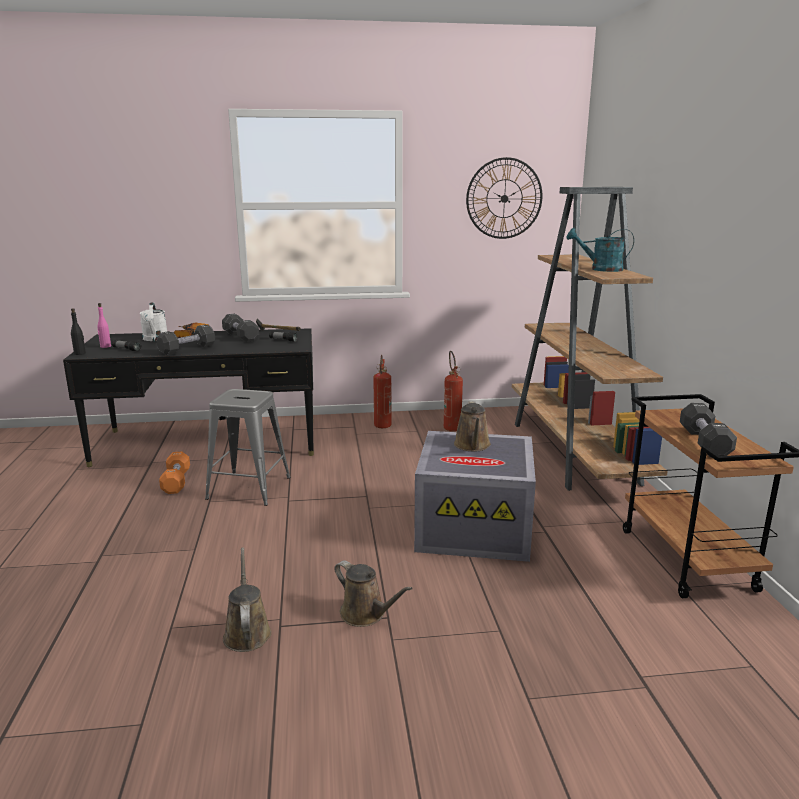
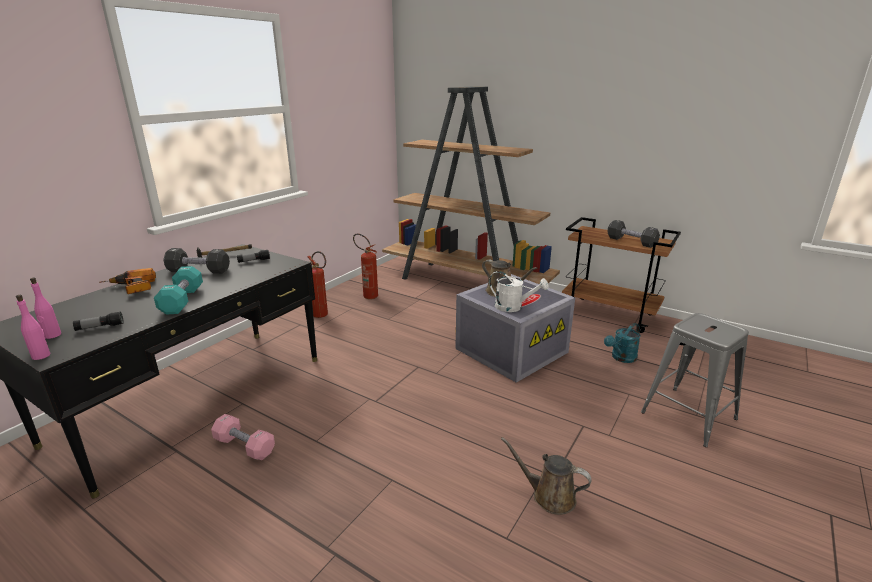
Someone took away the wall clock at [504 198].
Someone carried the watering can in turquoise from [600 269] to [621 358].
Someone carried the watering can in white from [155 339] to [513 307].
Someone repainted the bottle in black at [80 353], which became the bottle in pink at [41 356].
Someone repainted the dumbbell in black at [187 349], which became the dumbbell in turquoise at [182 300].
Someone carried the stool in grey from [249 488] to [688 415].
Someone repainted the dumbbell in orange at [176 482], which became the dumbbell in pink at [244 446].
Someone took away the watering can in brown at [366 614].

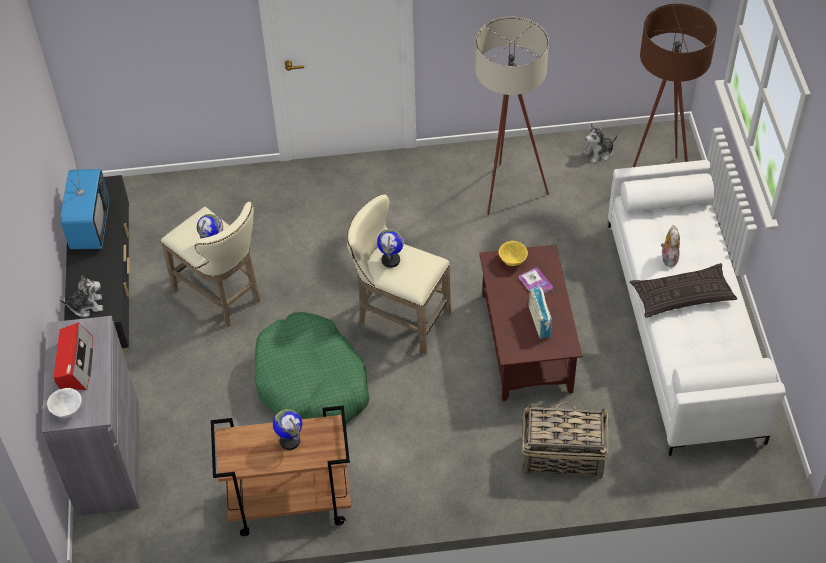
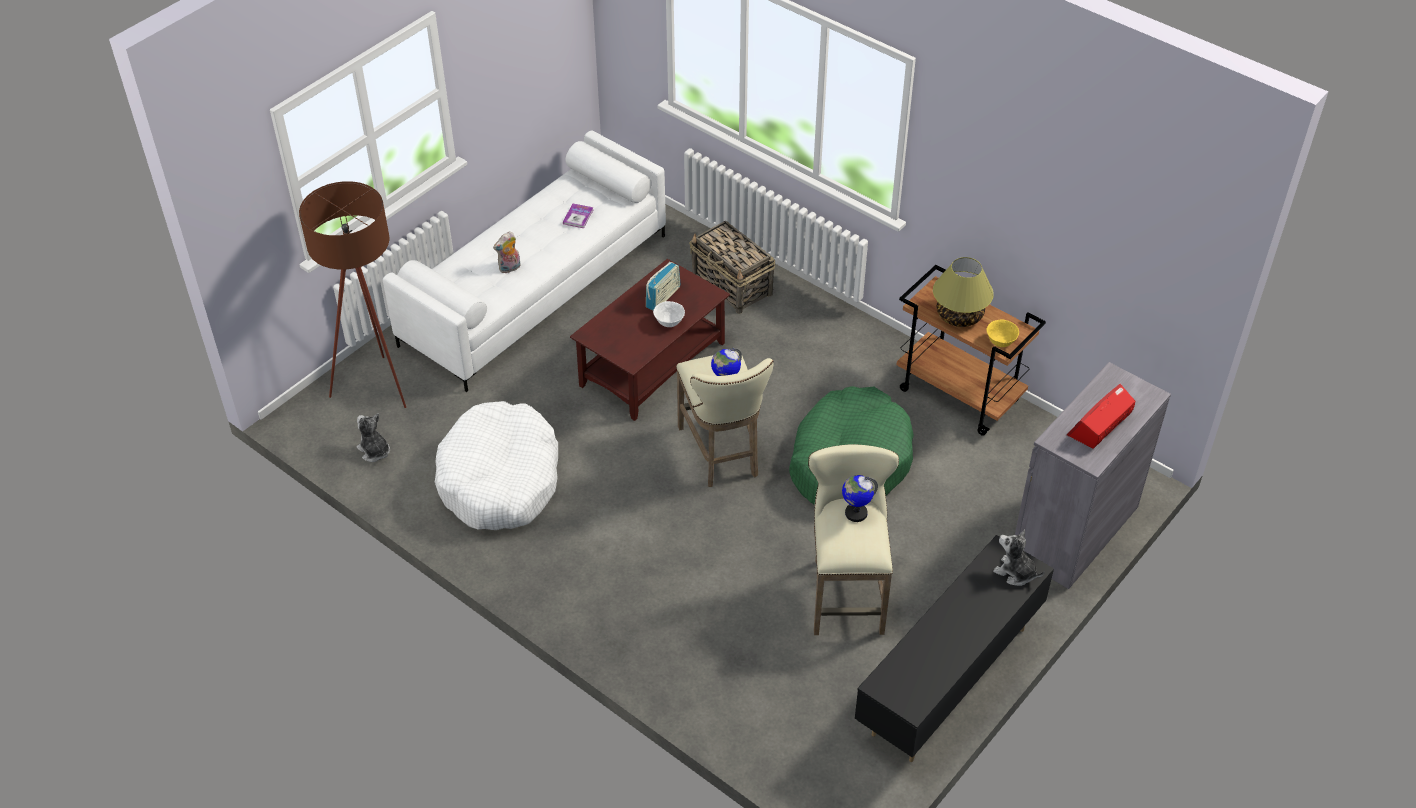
Someone swapped the floor lamp in beige at [506 196] for the dog bed in white at [500 480].
Someone rotated the plush toy at [599 153] by 150 degrees counterclockwise.
Someone took away the television at [90 226].
Someone carried the bowl in yellow from [512 261] to [1001 342].
Someone took away the pillow at [682 295].
Someone carried the book from [535 283] to [578 216].
Someone carried the bowl in white from [68 411] to [669 322].
Someone swapped the globe at [290 441] for the table lamp at [960 315].

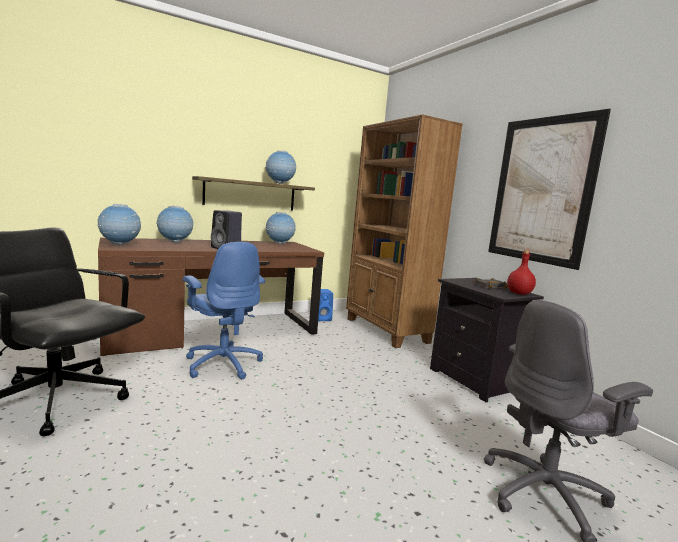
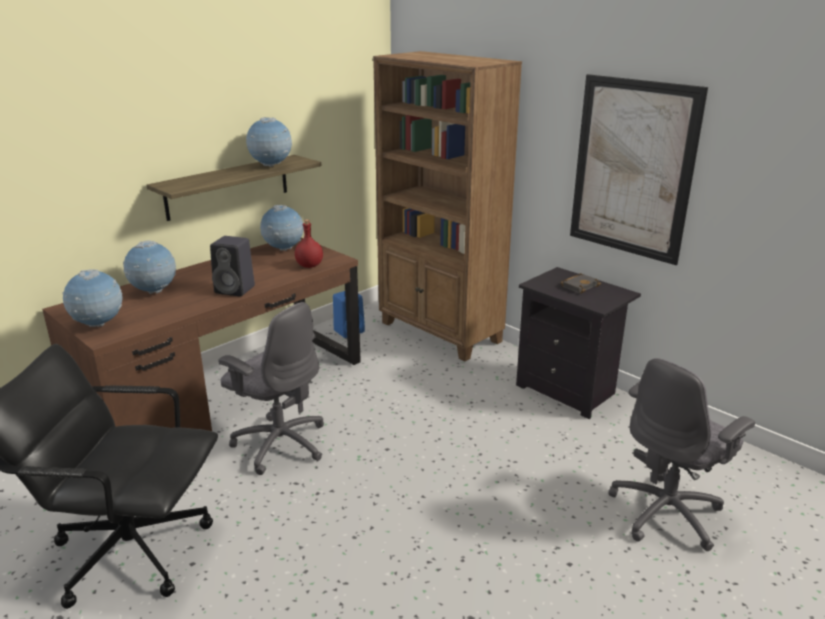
Someone repainted the office chair in blue at [223 364], which became the office chair in grey at [280 443].
Someone carried the bottle in red from [519 293] to [309 266].

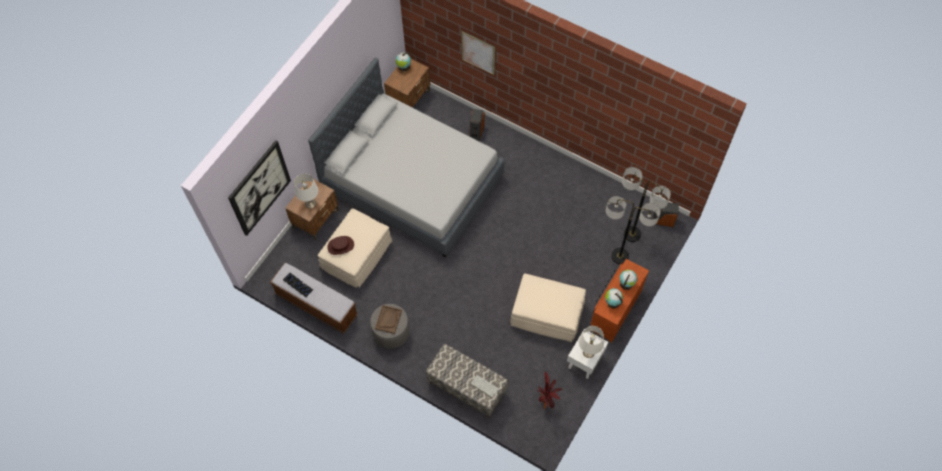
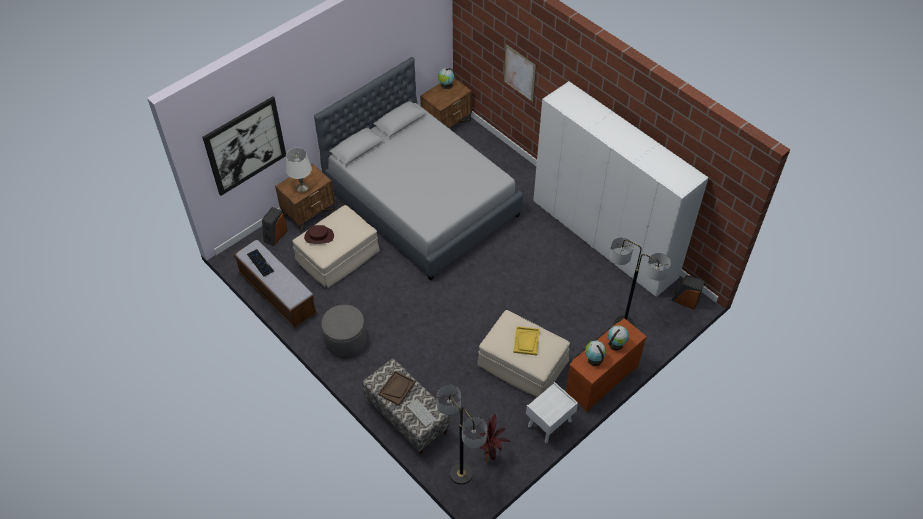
Someone carried the speaker from [476 132] to [275 235].
Someone carried the floor lamp from [632 234] to [461 474].
Someone carried the tray in brown from [388 319] to [397 388].
Someone took away the table lamp in white at [588 352].
Someone put down the wardrobe in white at [604 239].
Someone put down the tray in yellow at [526 341].

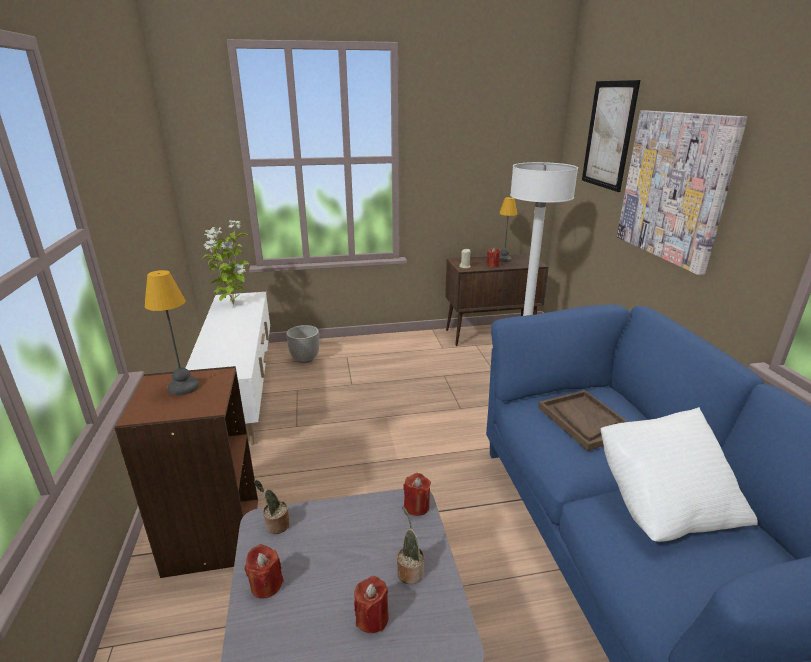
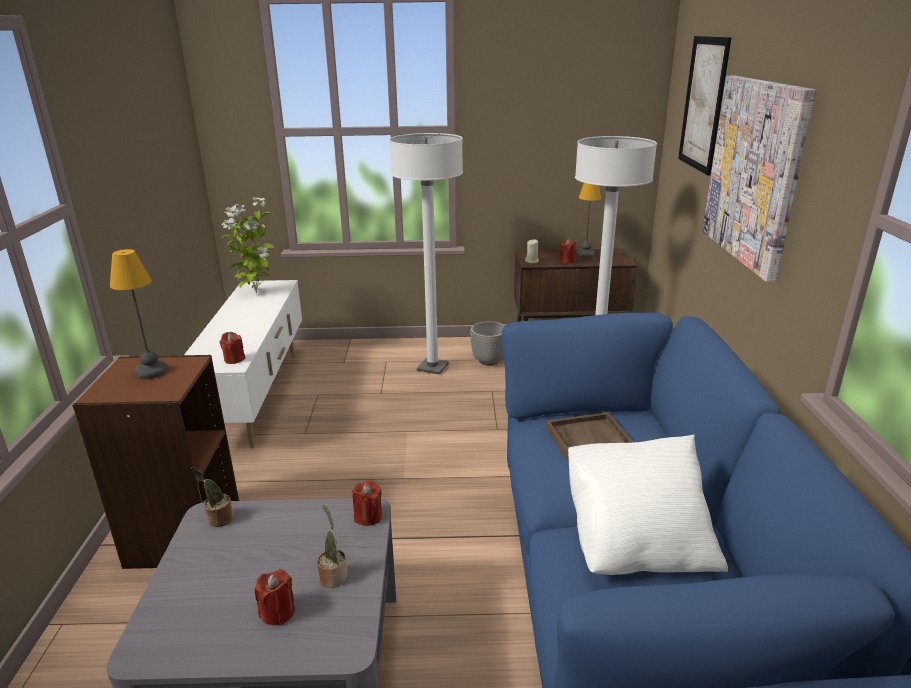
Someone carried the planter from [305 359] to [489 361].
Someone carried the candle in red from [266 584] to [234 359].
Someone put down the floor lamp in white at [432 367].

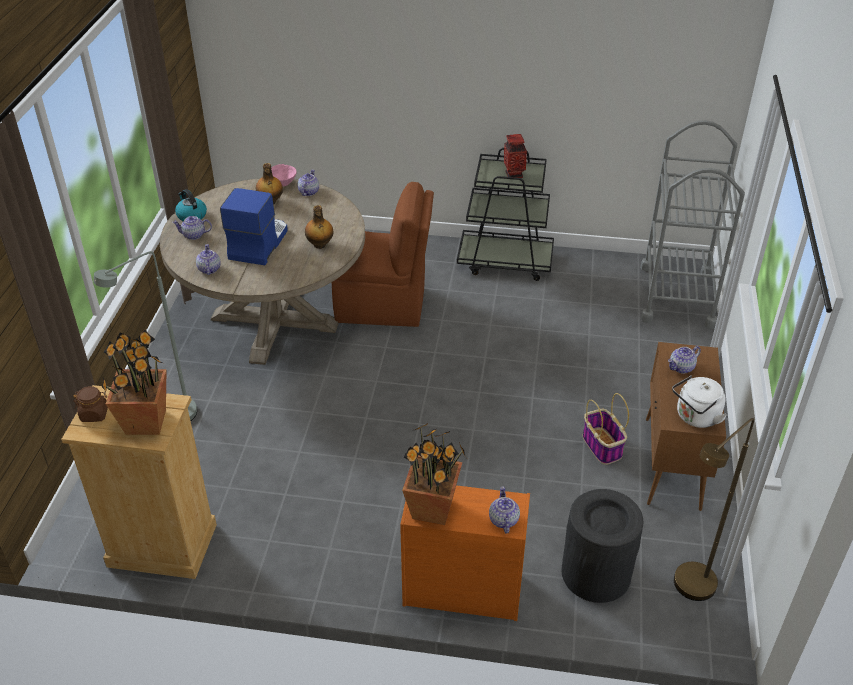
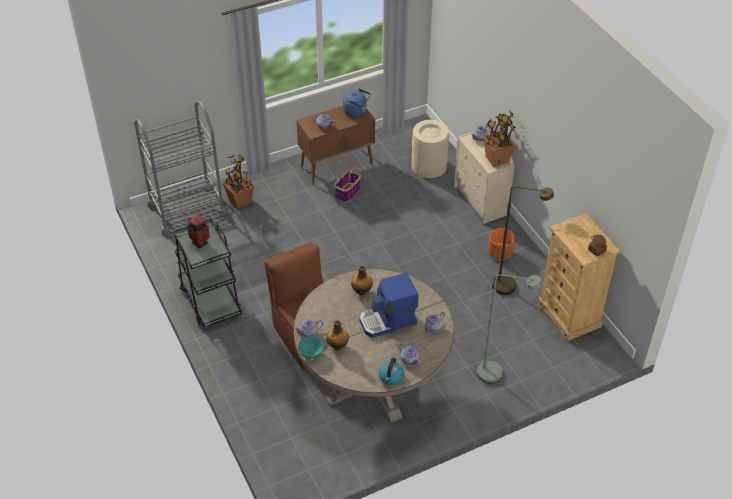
Someone repainted the bowl in pink at [282 184], which became the bowl in turquoise at [311 353].
Someone carried the potted plant from [145 421] to [239 201].
Someone repainted the kettle in white at [695 417], which became the kettle in blue at [356 111].
Someone carried the floor lamp in brown from [689 591] to [511 286].
Someone repainted the dresser in orange at [461 590], which became the dresser in beige at [481 201].
Someone repainted the trash can in black at [595 573], which became the trash can in beige at [429 166].
Someone put down the planter in orange at [500 253].

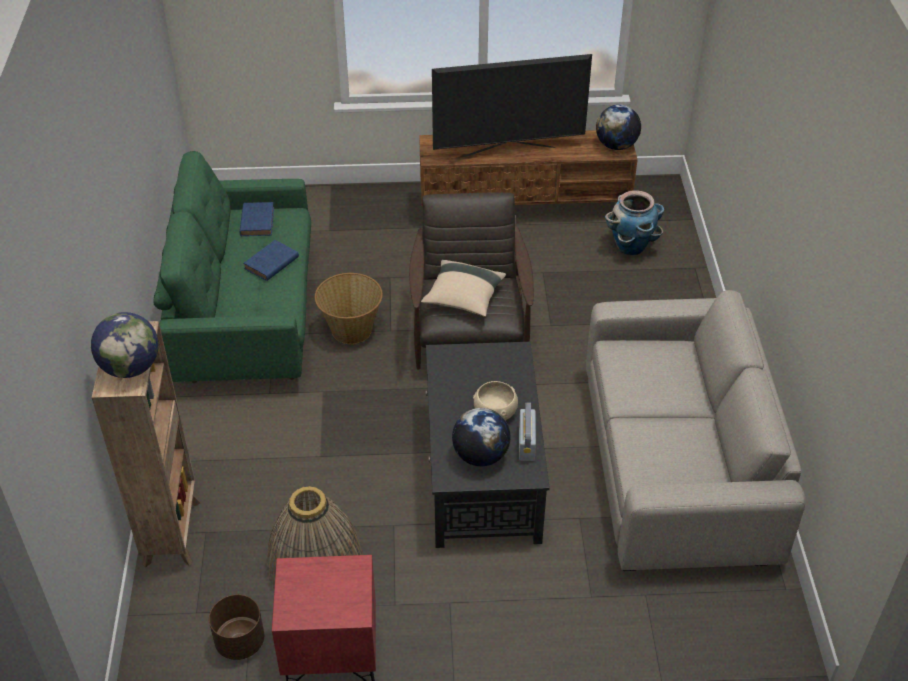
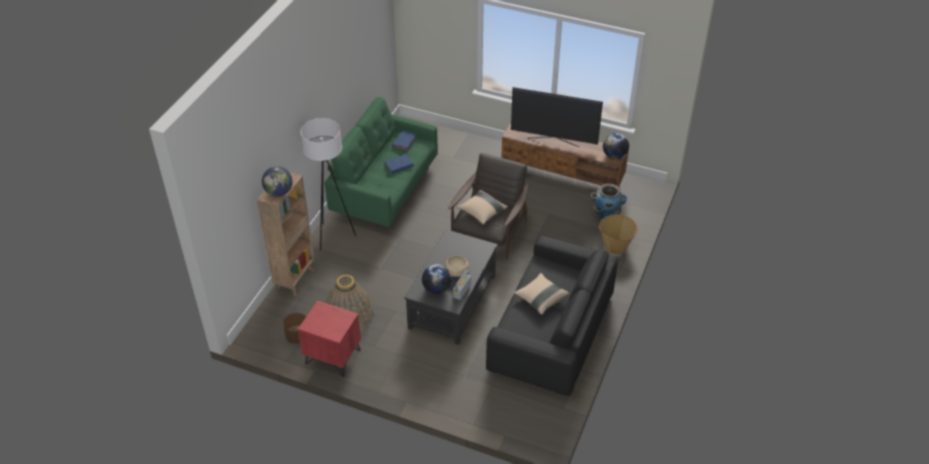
Someone carried the basket from [351 329] to [615 246].
Someone repainted the sofa in beige at [677 464], which became the sofa in black at [551 332].
Someone put down the floor lamp in white at [333 236].
Someone put down the pillow in beige at [540 299].

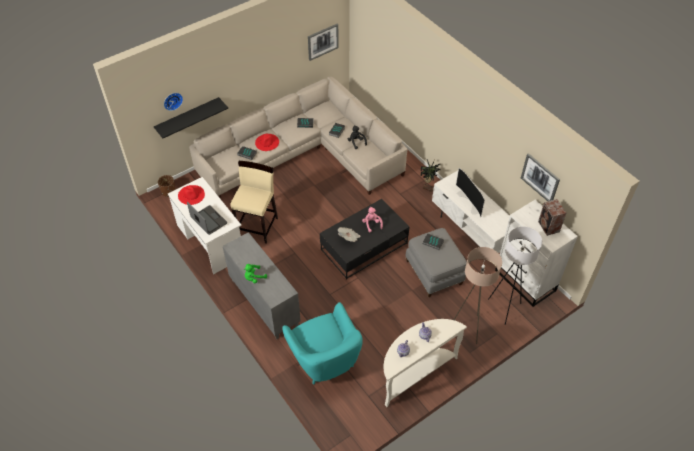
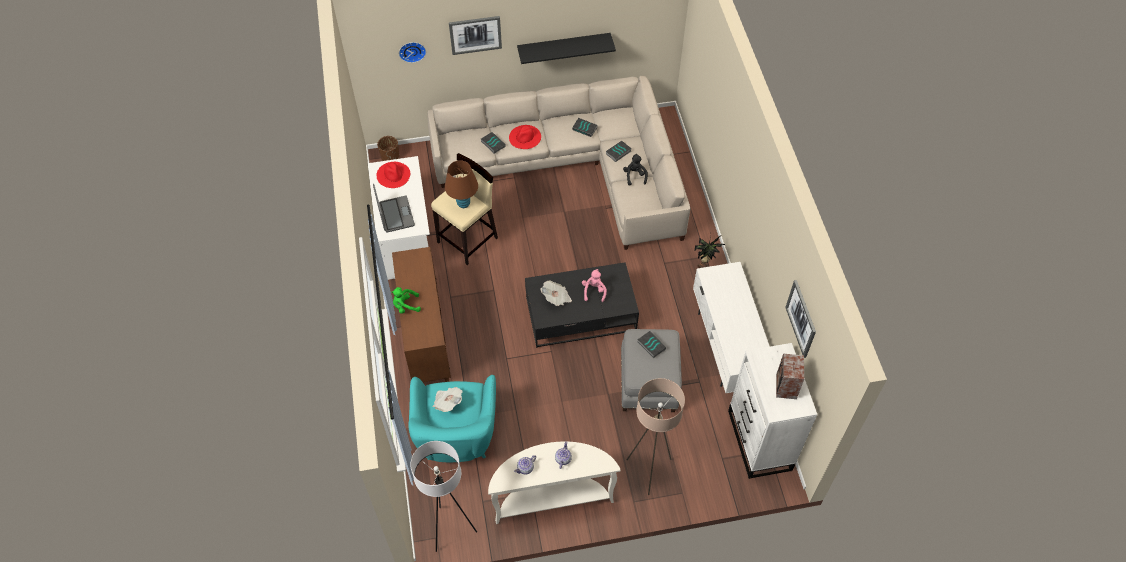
Someone carried the picture from [323 41] to [475 34].
Someone carried the shelf in black from [188 117] to [564 46].
Someone took away the television at [470 201].
Someone carried the floor lamp in white from [504 308] to [450 529].
Someone repainted the cabinet in grey at [263 302], which became the cabinet in brown at [425 337].
Someone put down the table lamp in brown at [463 203].
Someone put down the newspaper at [448 402].

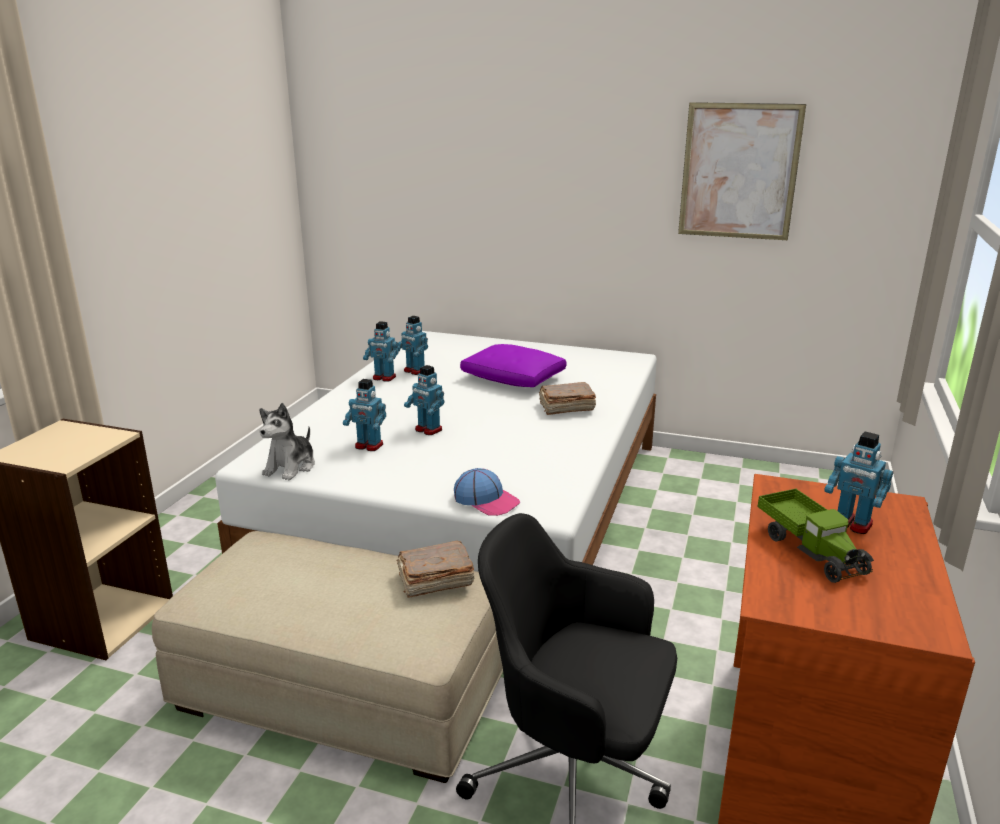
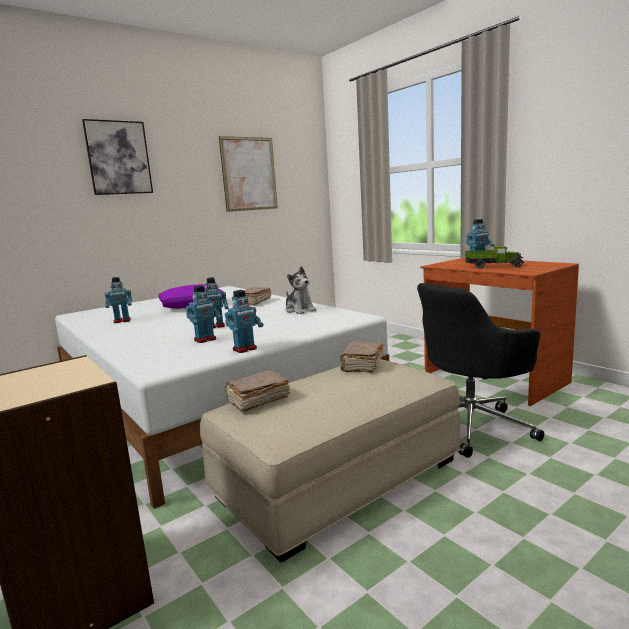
Someone carried the toy robot from [384 378] to [245 349].
Someone carried the plush toy from [291 467] to [299 310].
Someone took away the cap at [486 500].
Someone put up the picture at [118 158].
Someone put down the book in brown at [257 400].

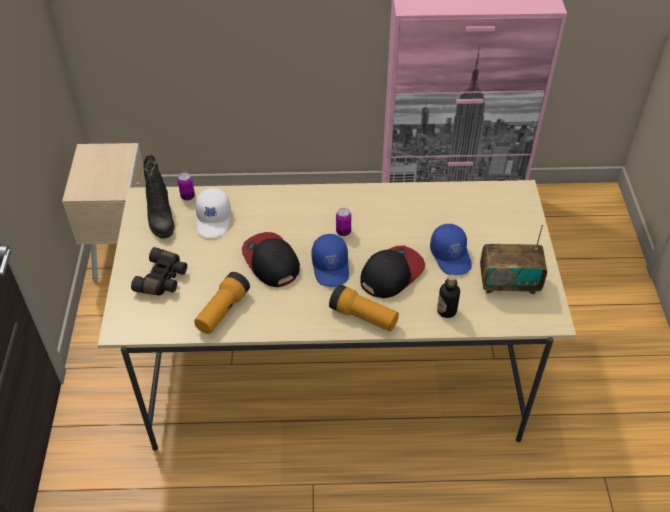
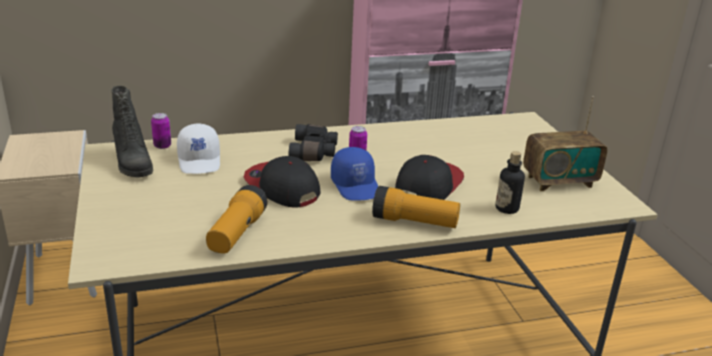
Someone took away the cap in blue at [451 256].
Someone carried the binoculars in black from [163 279] to [314 152].

